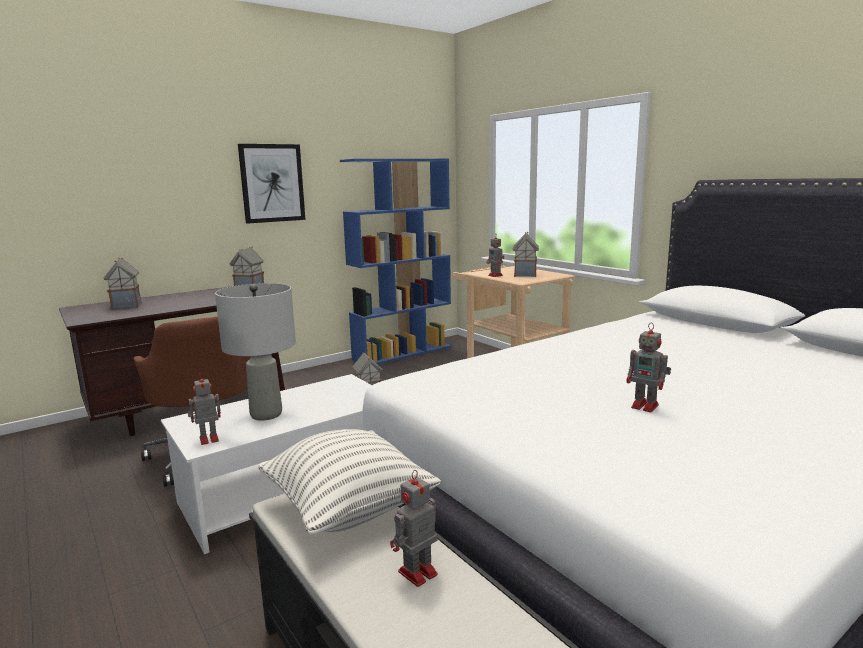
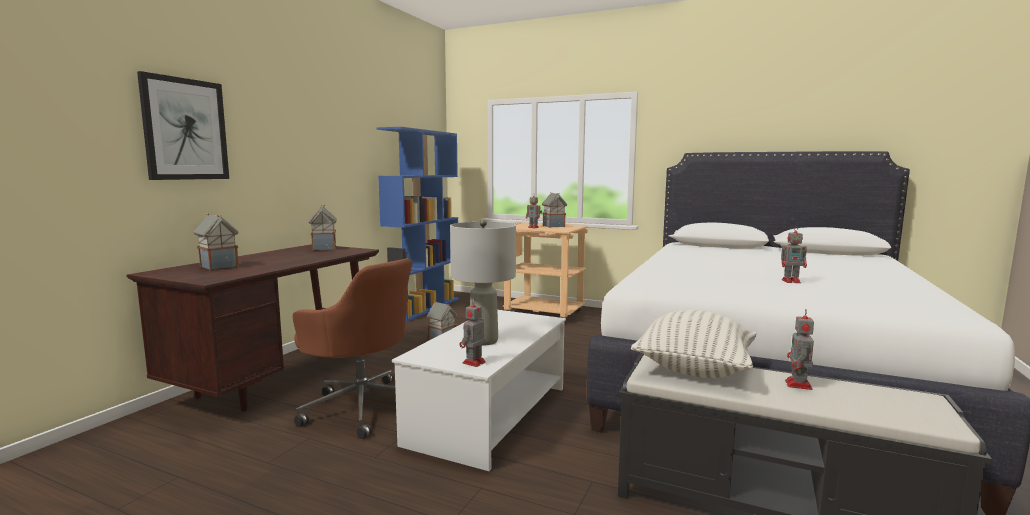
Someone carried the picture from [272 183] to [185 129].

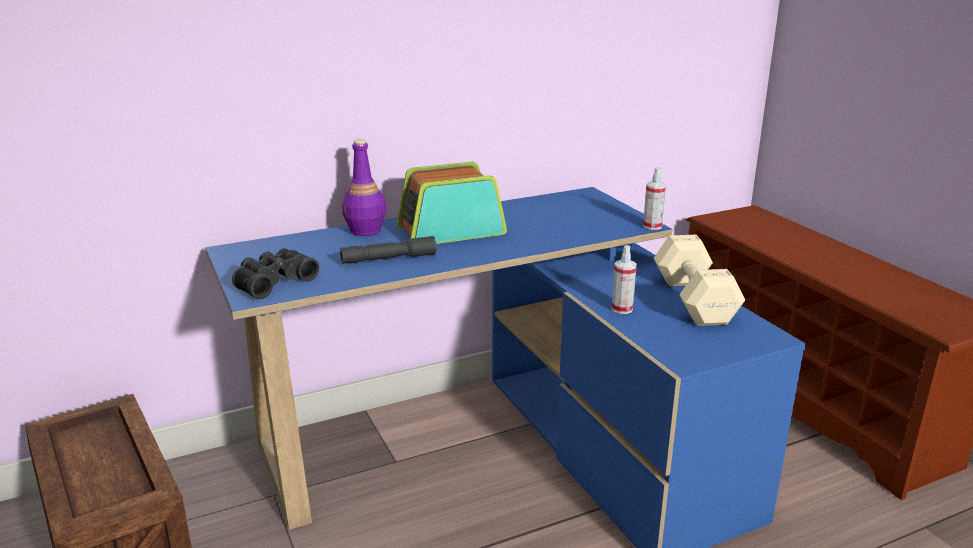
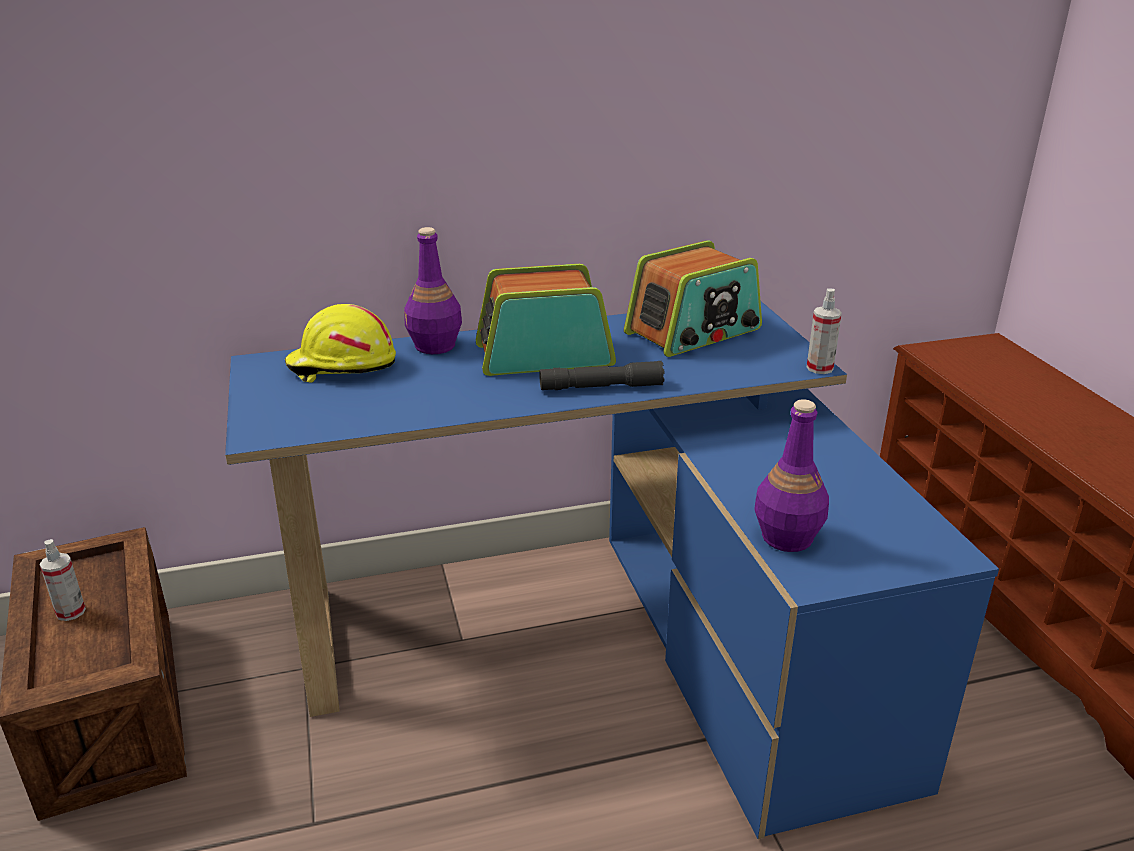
Someone took away the dumbbell in beige at [694 302].
Someone carried the flashlight in grey from [389 259] to [601 387].
Someone carried the spray bottle from [622 309] to [70 612].
Someone took away the binoculars in black at [272 282].
Someone put down the radio at [694 332].
Someone put down the hard hat in yellow at [341 366].
Someone put down the bottle in purple at [787 538].

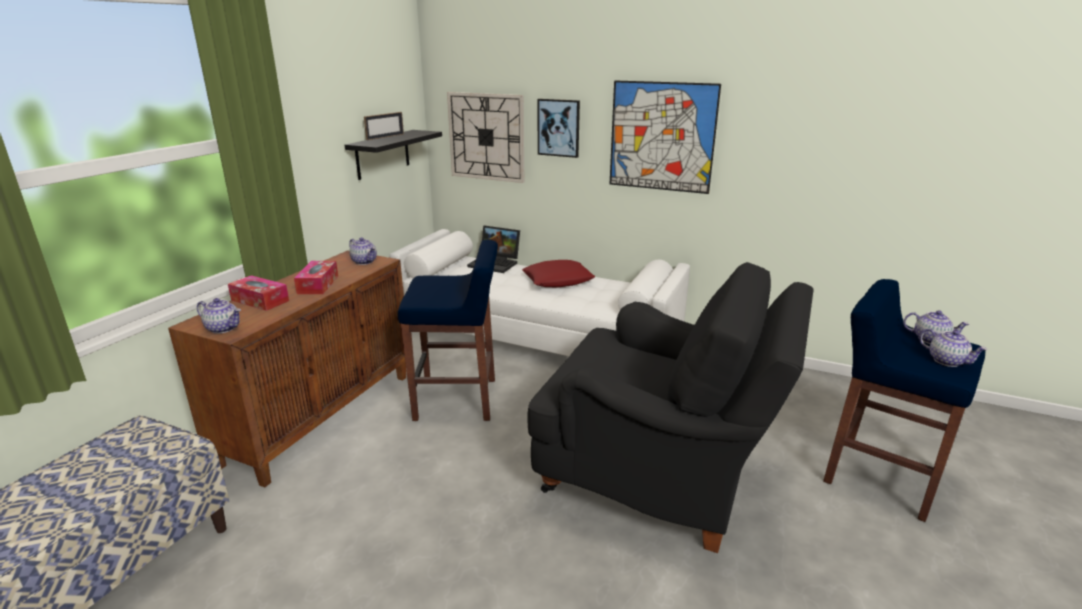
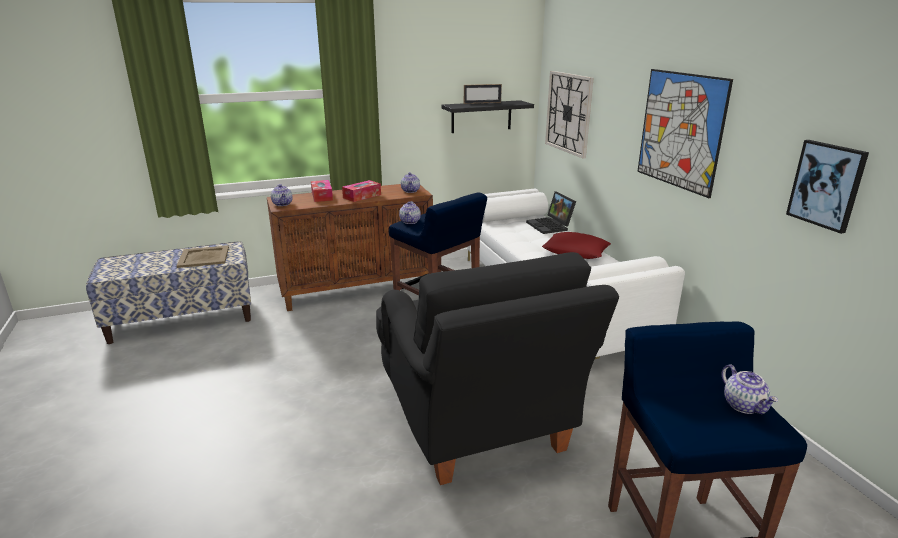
Someone carried the picture from [559 128] to [826 185].
Someone carried the teapot from [947 361] to [410 221].
Someone put down the tray in beige at [203 257].

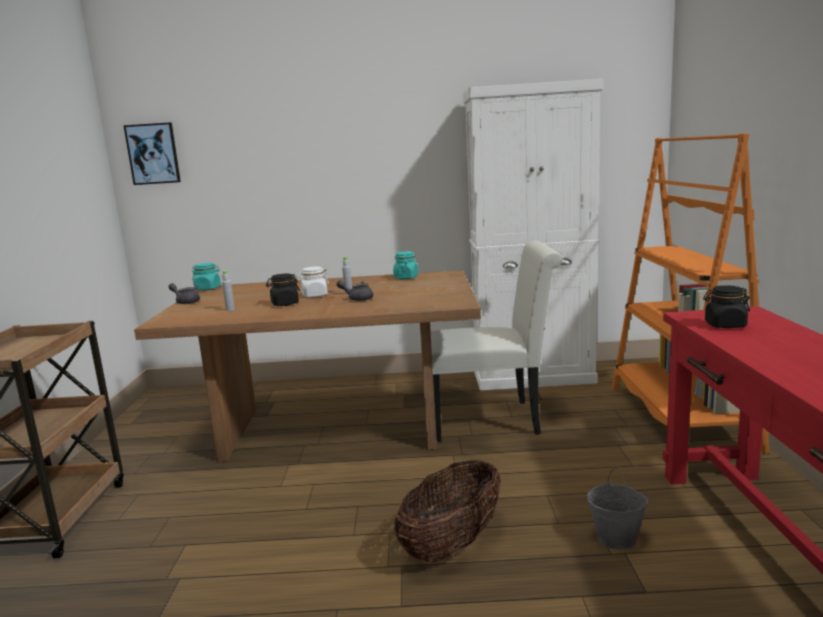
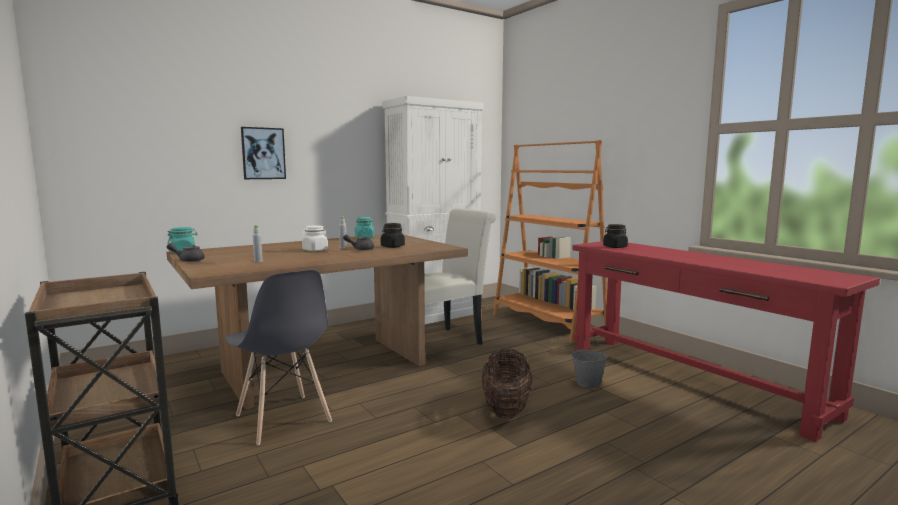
Someone carried the picture from [153 154] to [263 153].
Someone carried the jar in black from [284 304] to [392 246].
Someone put down the chair in grey at [283 419].

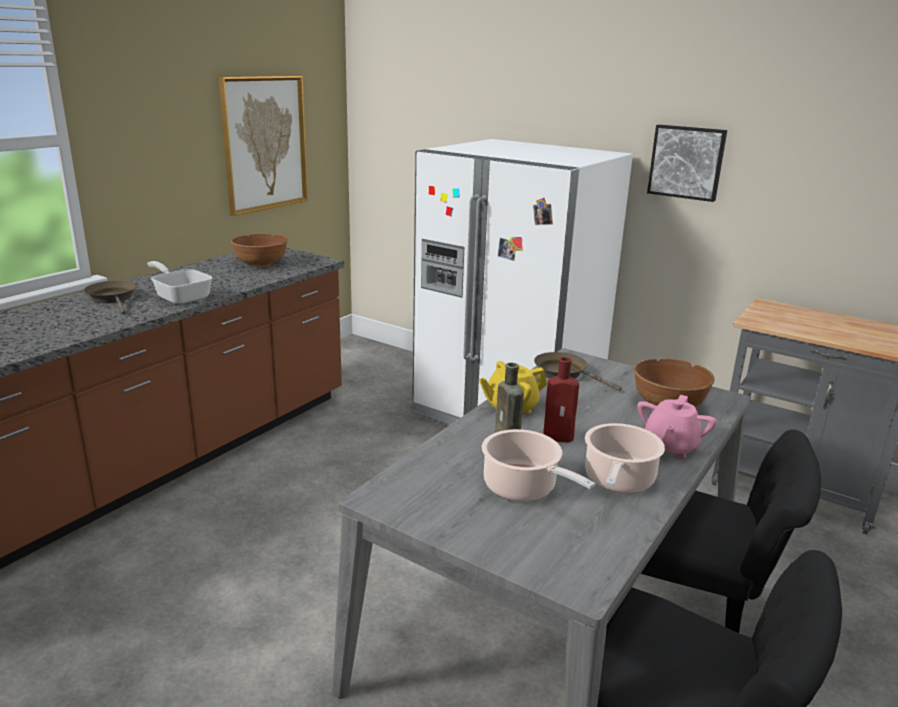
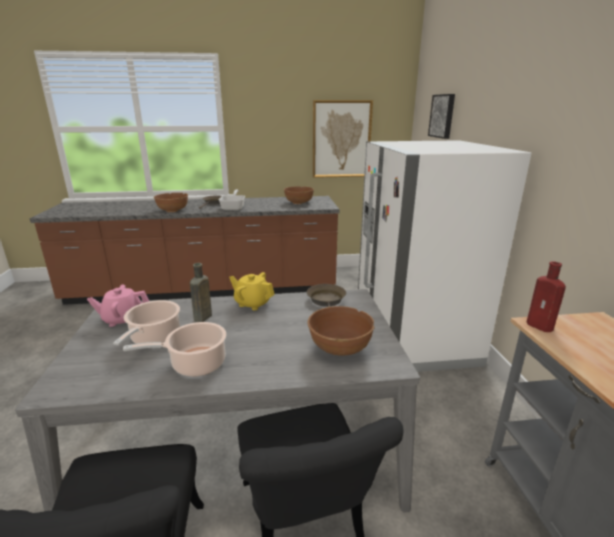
Someone carried the picture from [687 162] to [443 116].
Someone carried the bottle in red from [560 437] to [541 327].
Someone carried the teapot in pink from [670 447] to [123 319].
Someone put down the bowl in brown at [172 210].

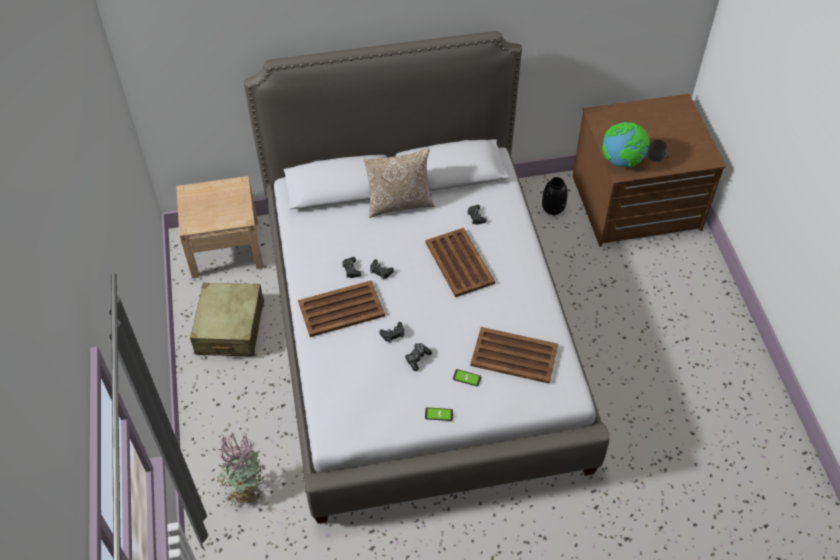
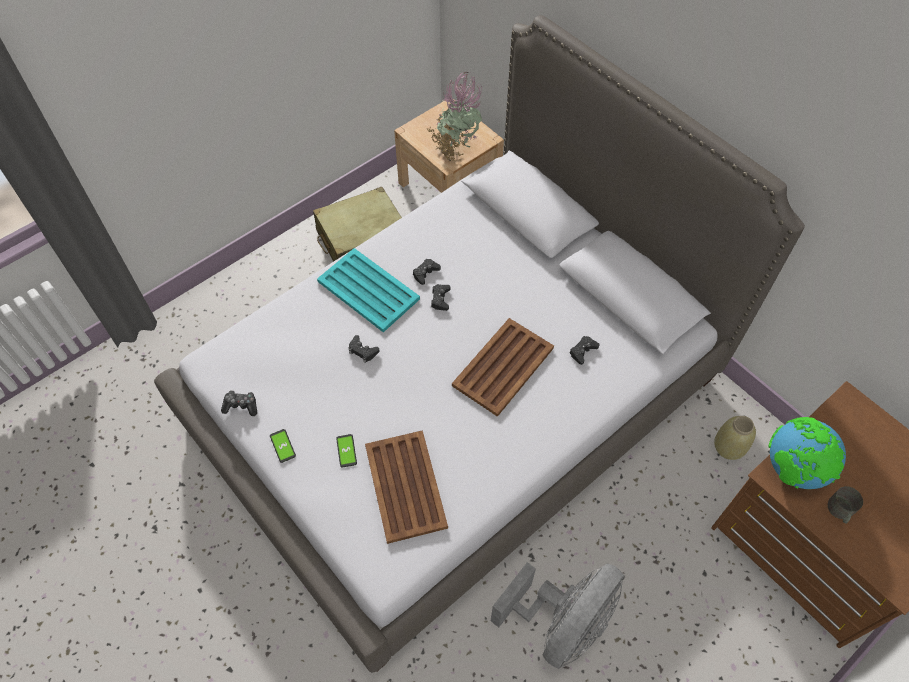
Someone took away the pillow at [399 203].
Someone repainted the vase in black at [552 207], which became the vase in beige at [728 447].
Someone repainted the tray in brown at [342 309], which became the tray in turquoise at [369 291].
Someone carried the game controller from [417 358] to [241 406].
Someone carried the potted plant from [245 489] to [456 150].
Someone put down the fan in grey at [562 622].

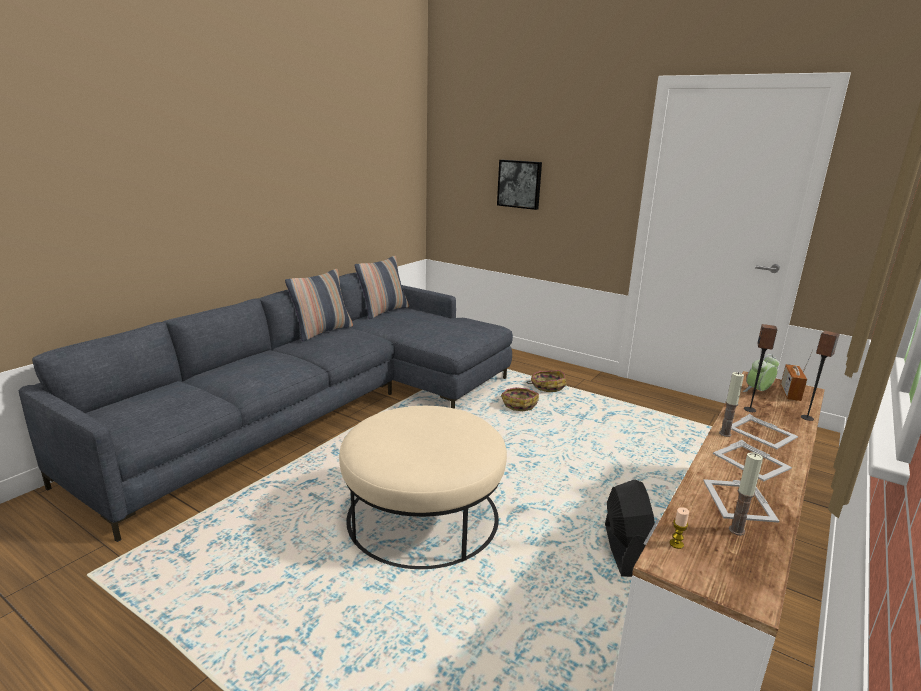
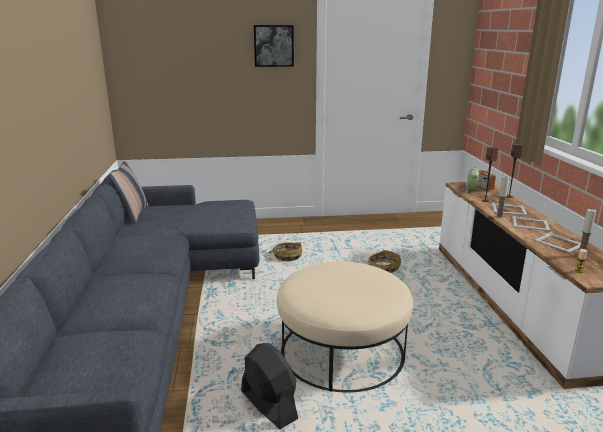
Someone carried the picture from [520 184] to [273 46].
Someone took away the pillow at [322 331].
Someone carried the basket from [547 386] to [383 268].
Someone carried the fan in black from [624 550] to [268 405].

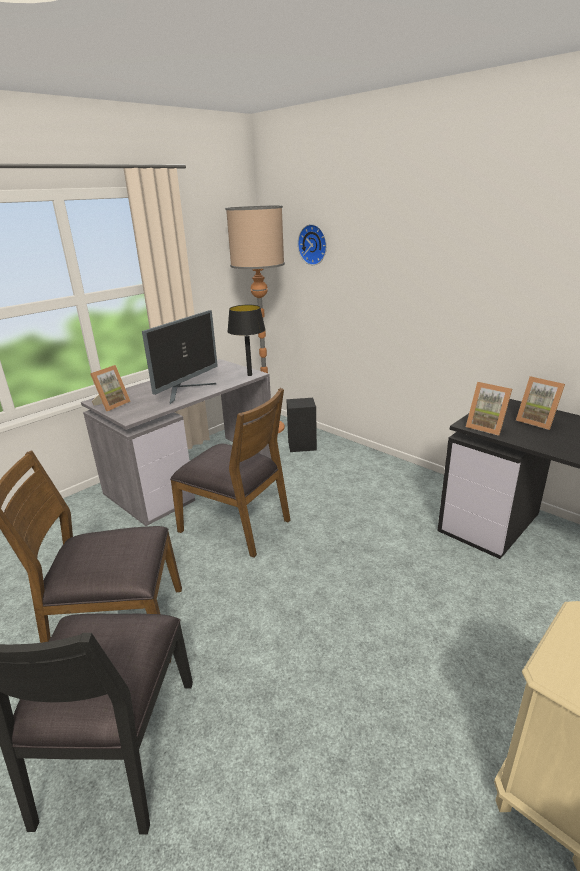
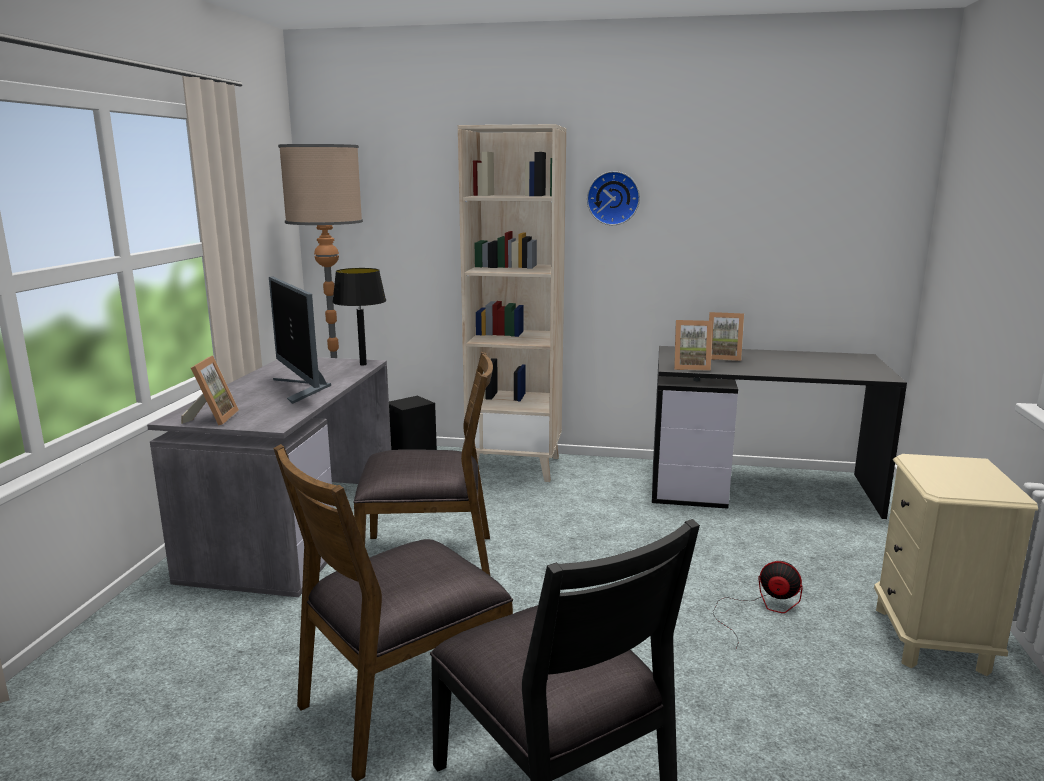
Someone carried the wall clock from [314 244] to [613 198].
Someone rotated the monitor at [186 391] by 150 degrees clockwise.
Someone put down the bookcase in beige at [516 466].
Someone put down the fan at [760 609].

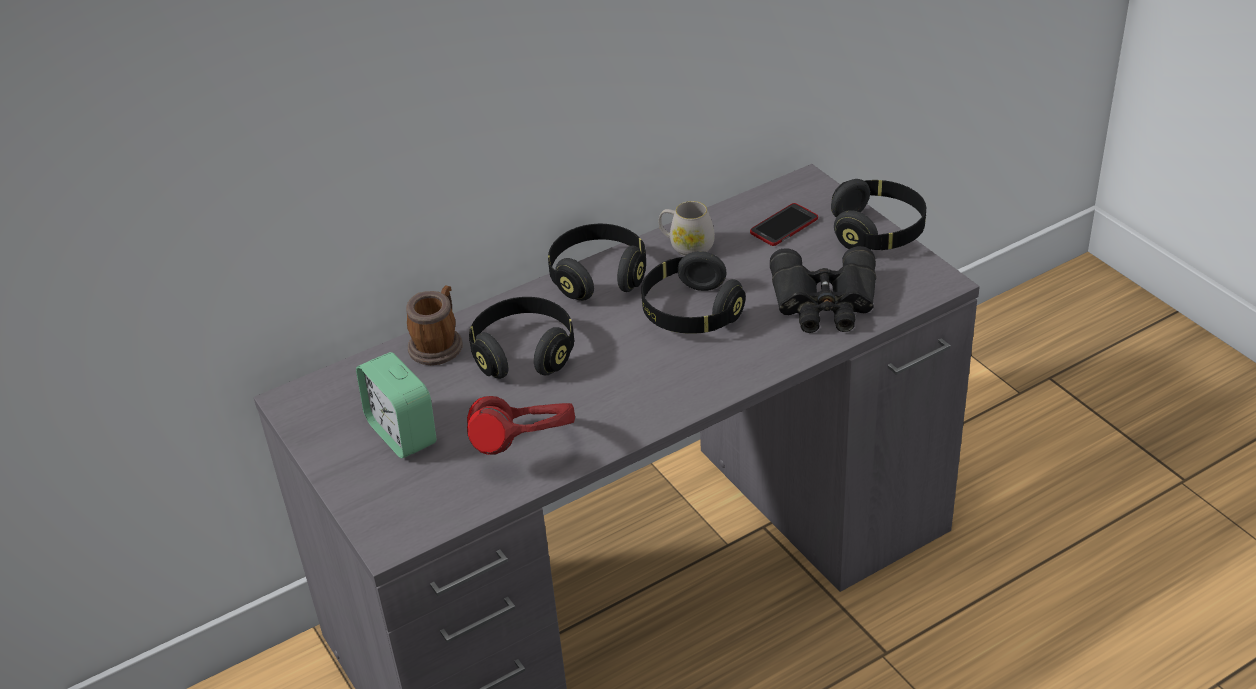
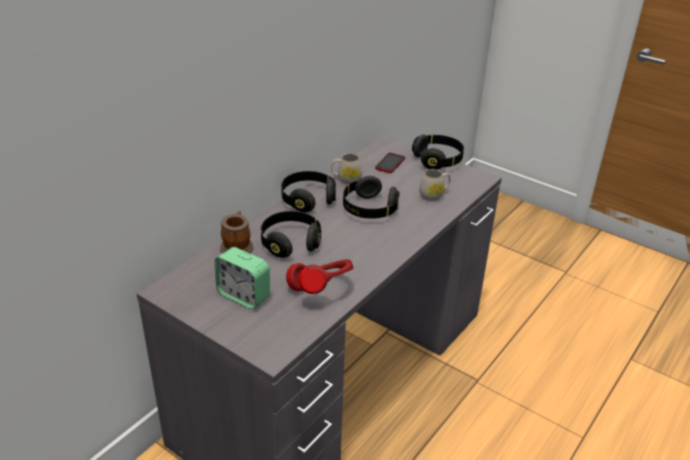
Someone swapped the binoculars in black at [824 302] for the mug in white at [434 195].

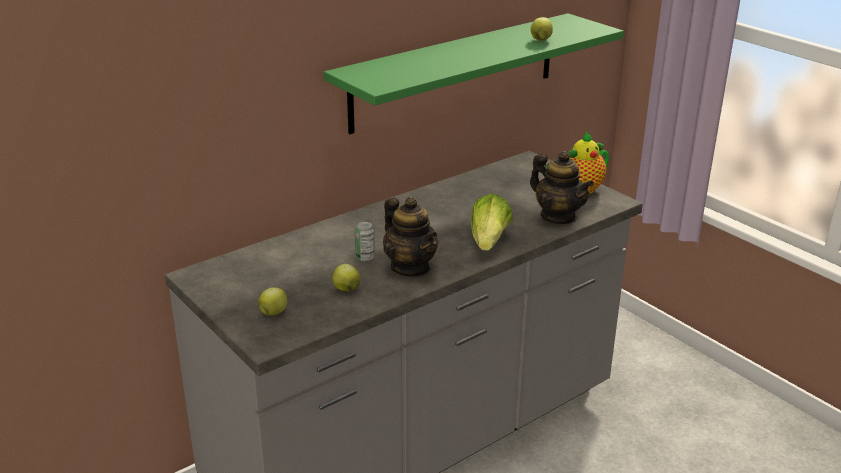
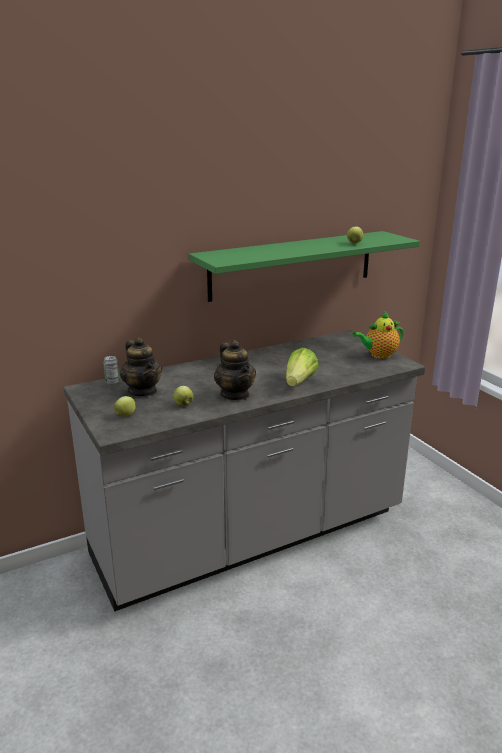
Someone carried the teapot from [558 217] to [143 391].
Someone carried the can from [365 257] to [112 382].

